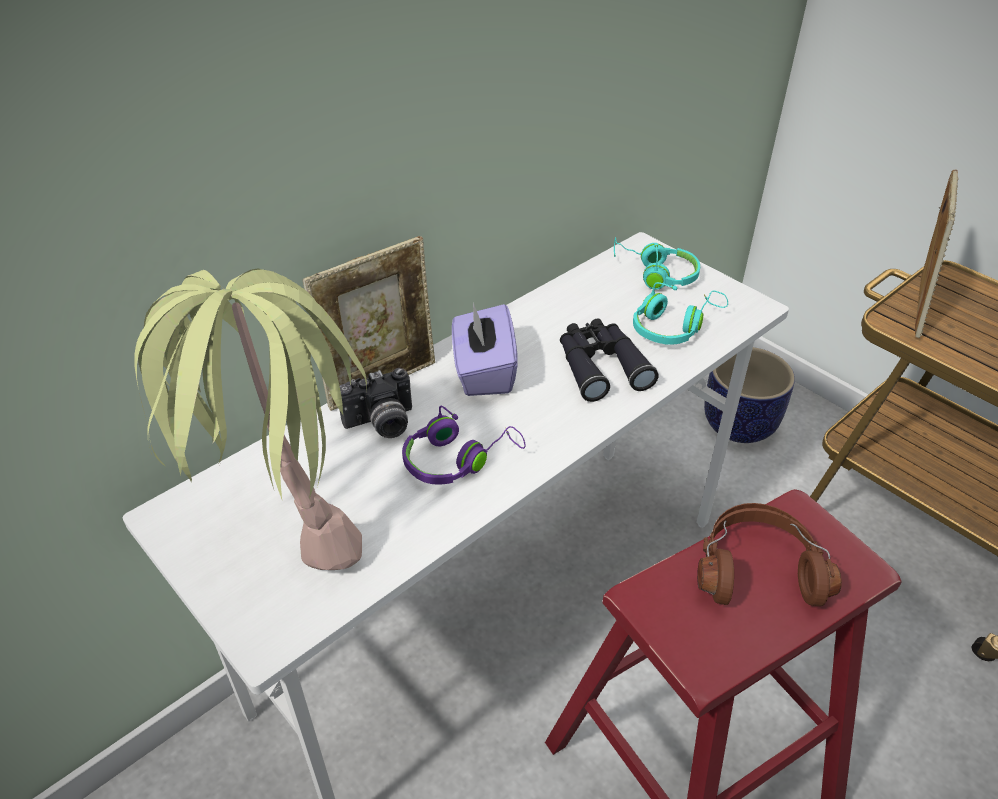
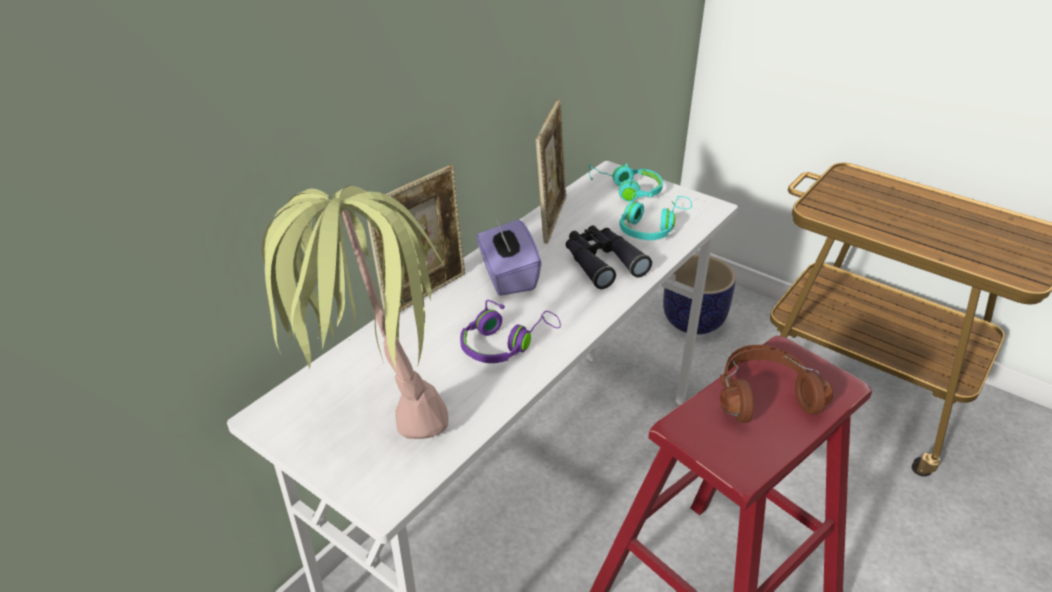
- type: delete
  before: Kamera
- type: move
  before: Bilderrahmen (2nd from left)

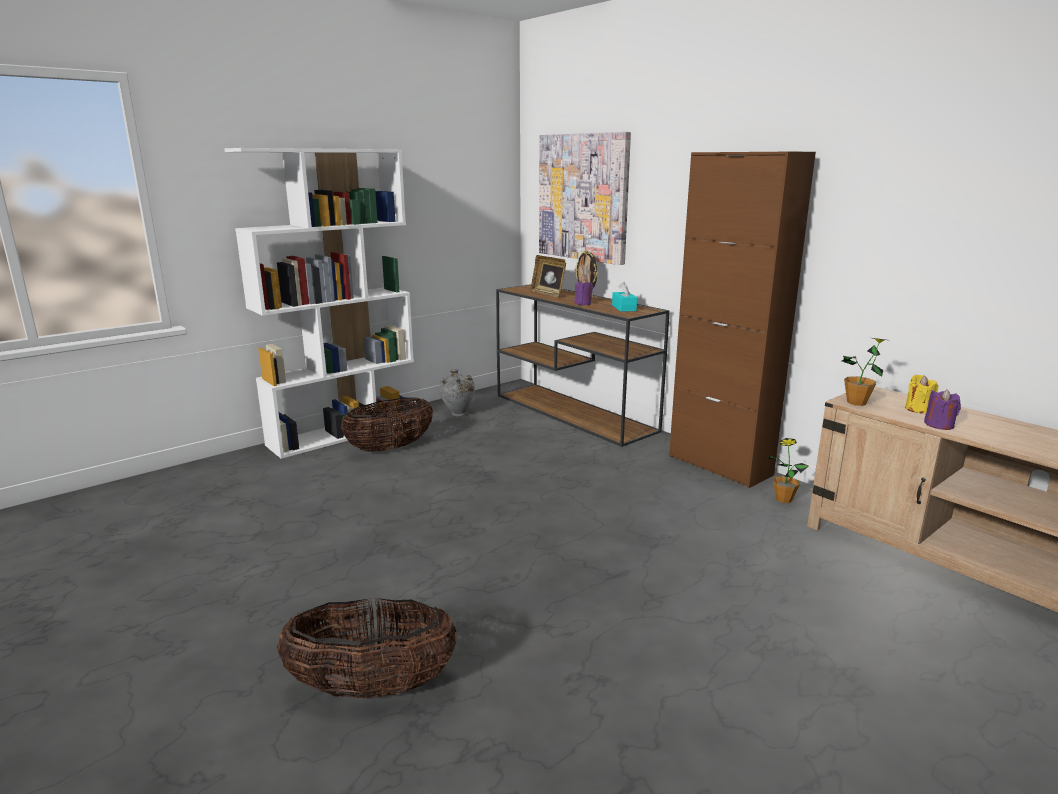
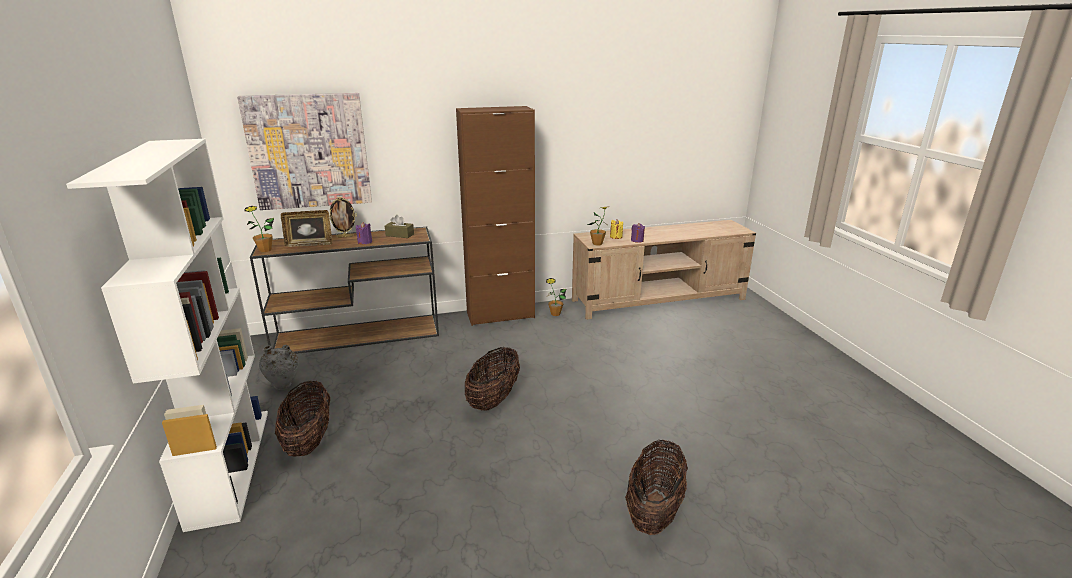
- type: insert
  after: Topfpflanze (1st from left)
- type: insert
  after: Korb (2nd from left)
- type: recolor
  before: Taschentuchbox [türkis]
  after: Taschentuchbox [braun]

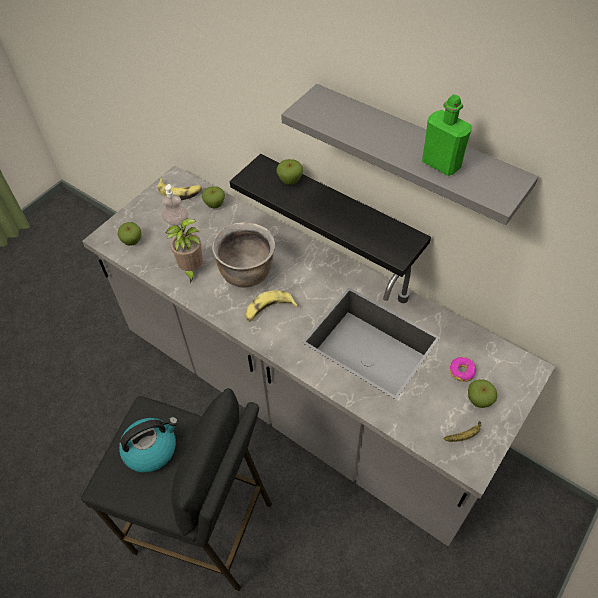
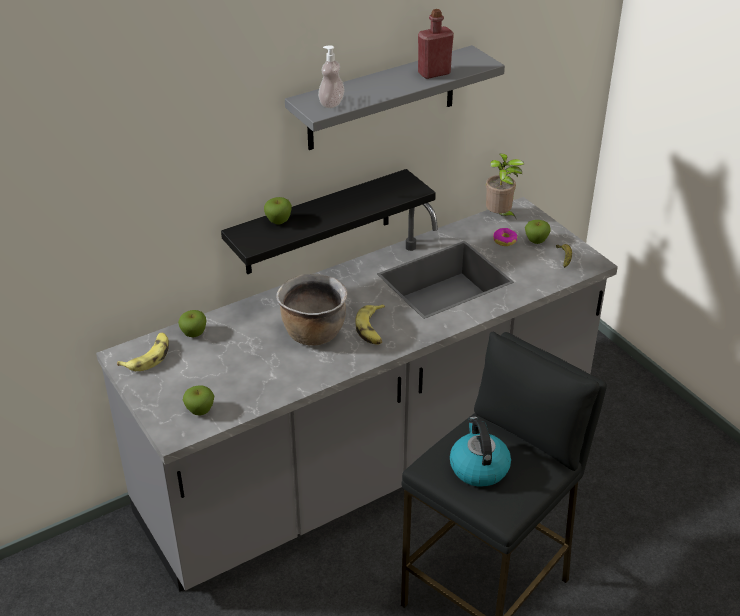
- type: move
  before: Seifenspender
- type: move
  before: Topfpflanze
- type: recolor
  before: Flasche [grün]
  after: Flasche [rot]

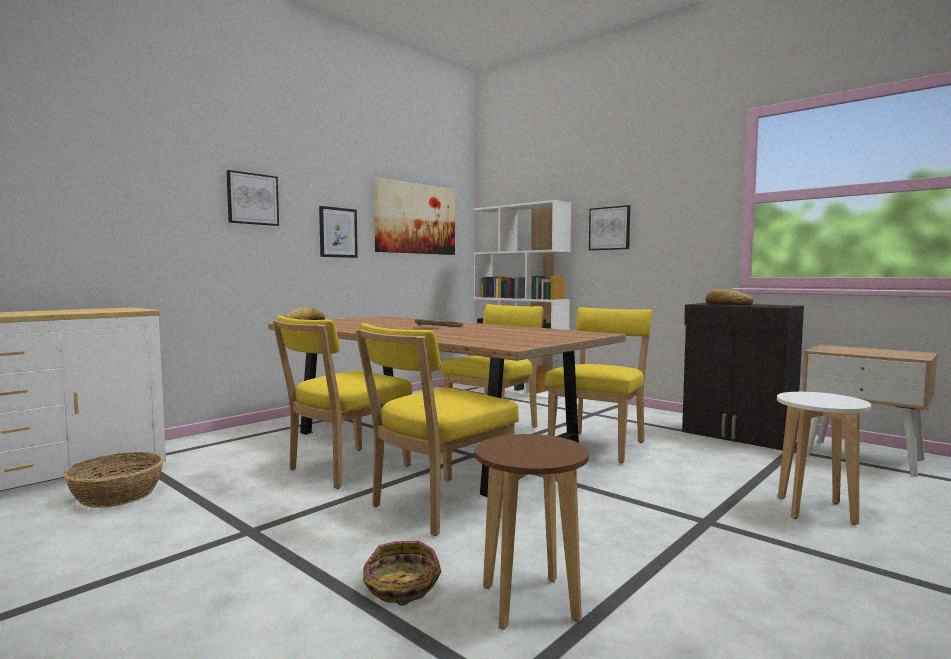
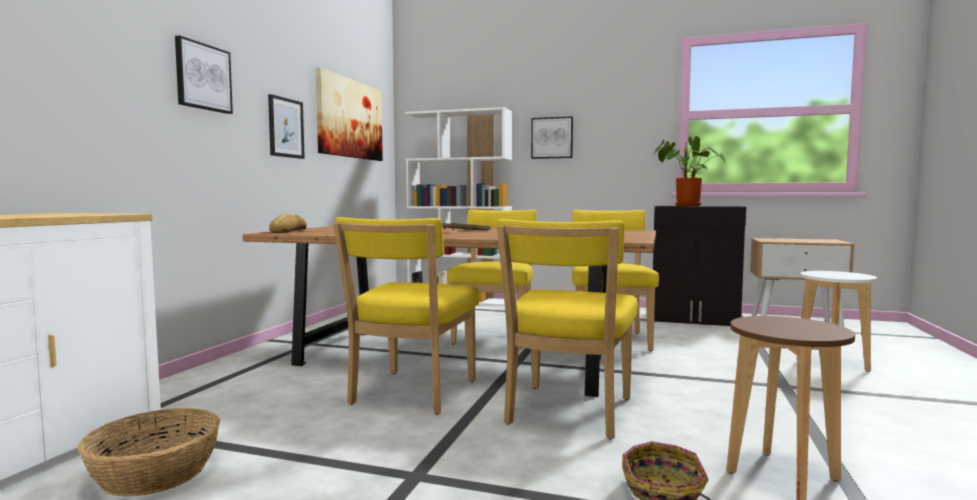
- type: replace
  before: Brot (2nd from left)
  after: Topfpflanze

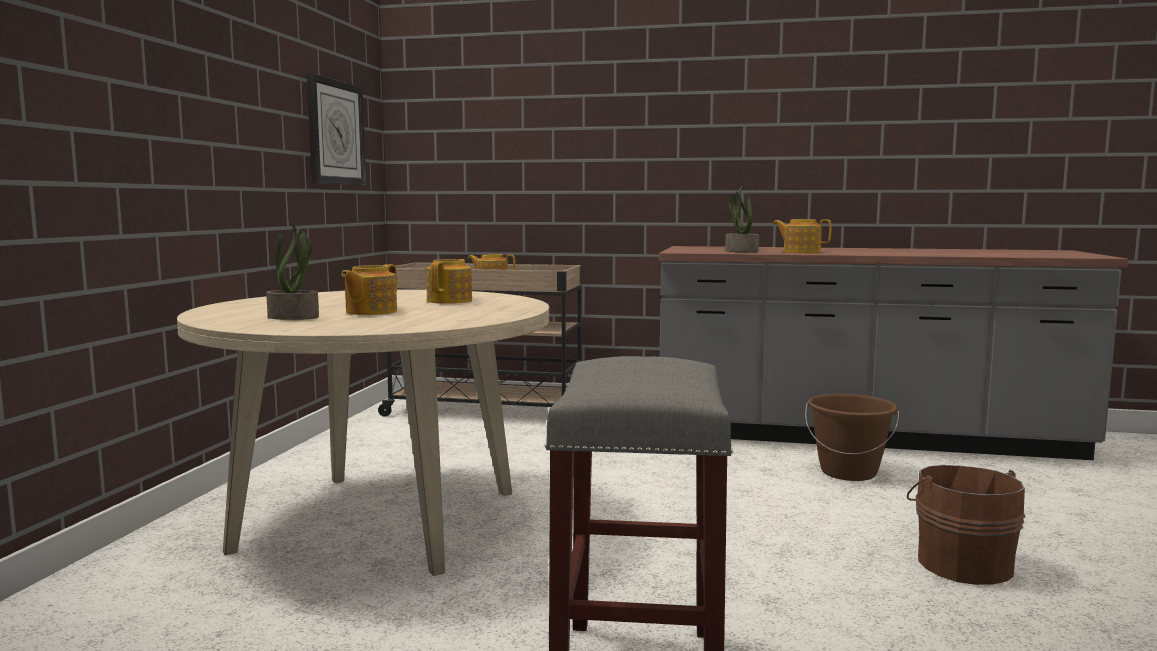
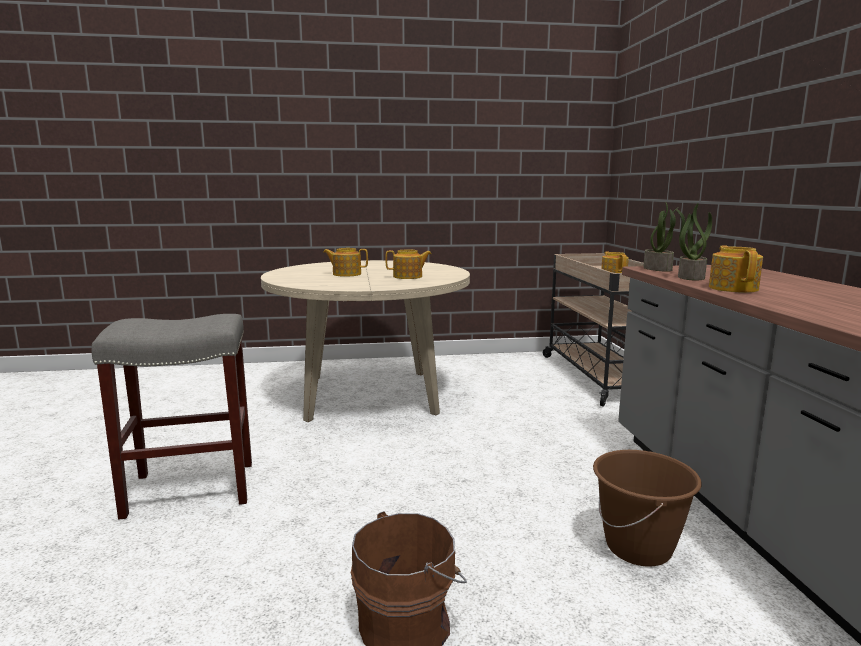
- type: delete
  before: Wanduhr
- type: move
  before: Topfpflanze (1st from left)

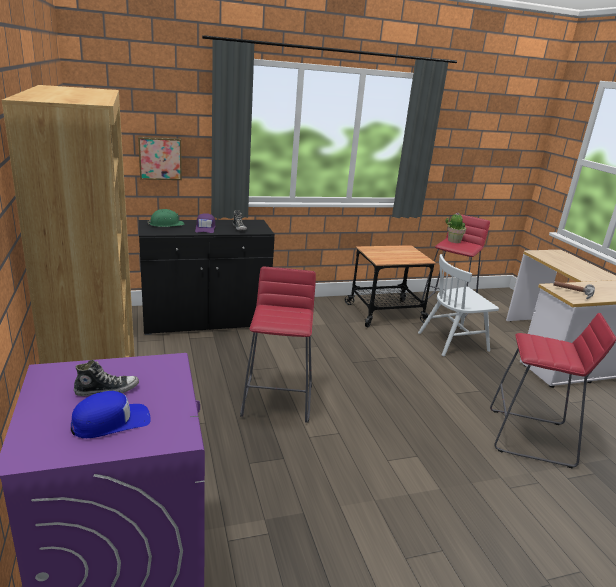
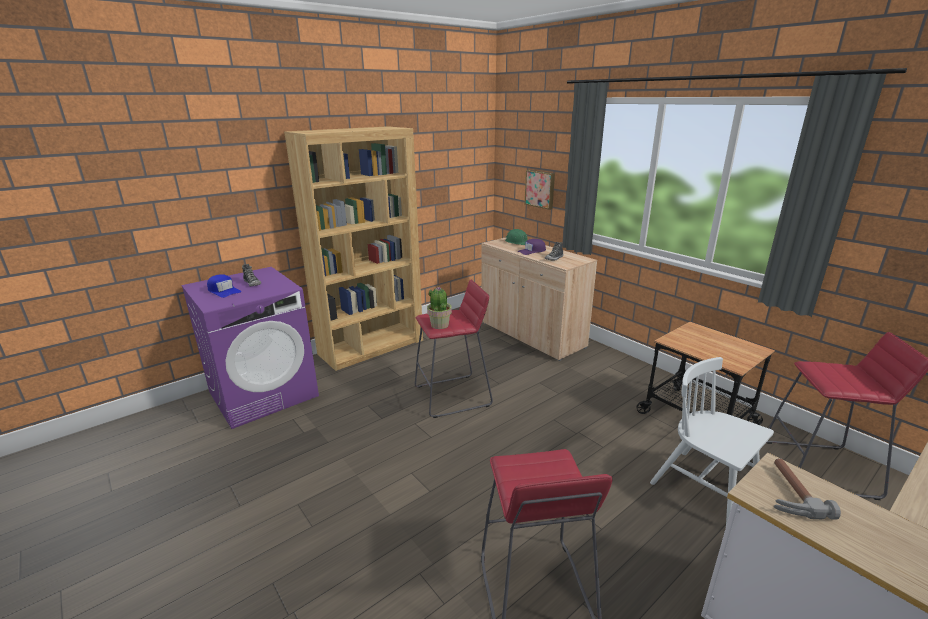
- type: move
  before: Topfpflanze
- type: recolor
  before: Schrank [schwarz]
  after: Schrank [beige]

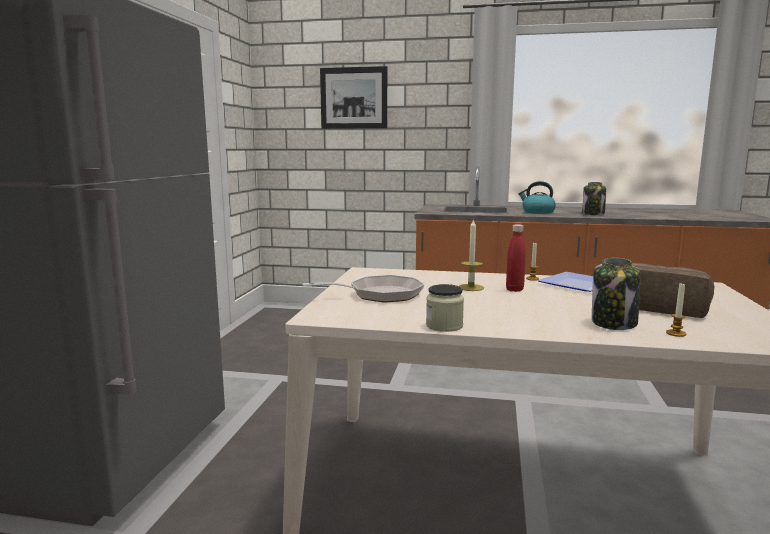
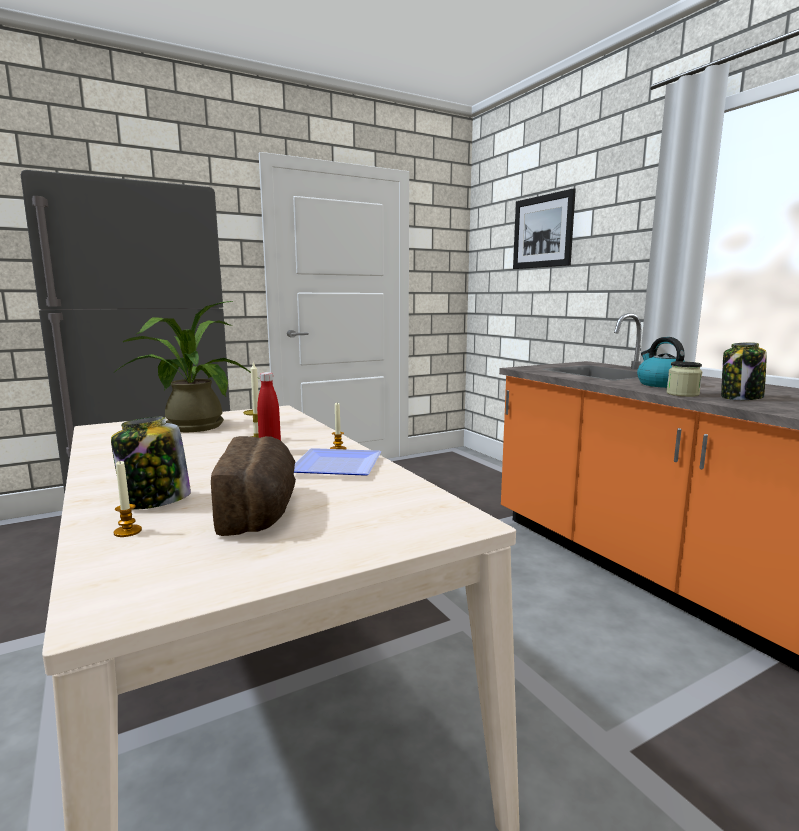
- type: move
  before: Vorratsglas (1st from left in the first image)
  after: Vorratsglas (2nd from left)
- type: replace
  before: Pfanne
  after: Topfpflanze

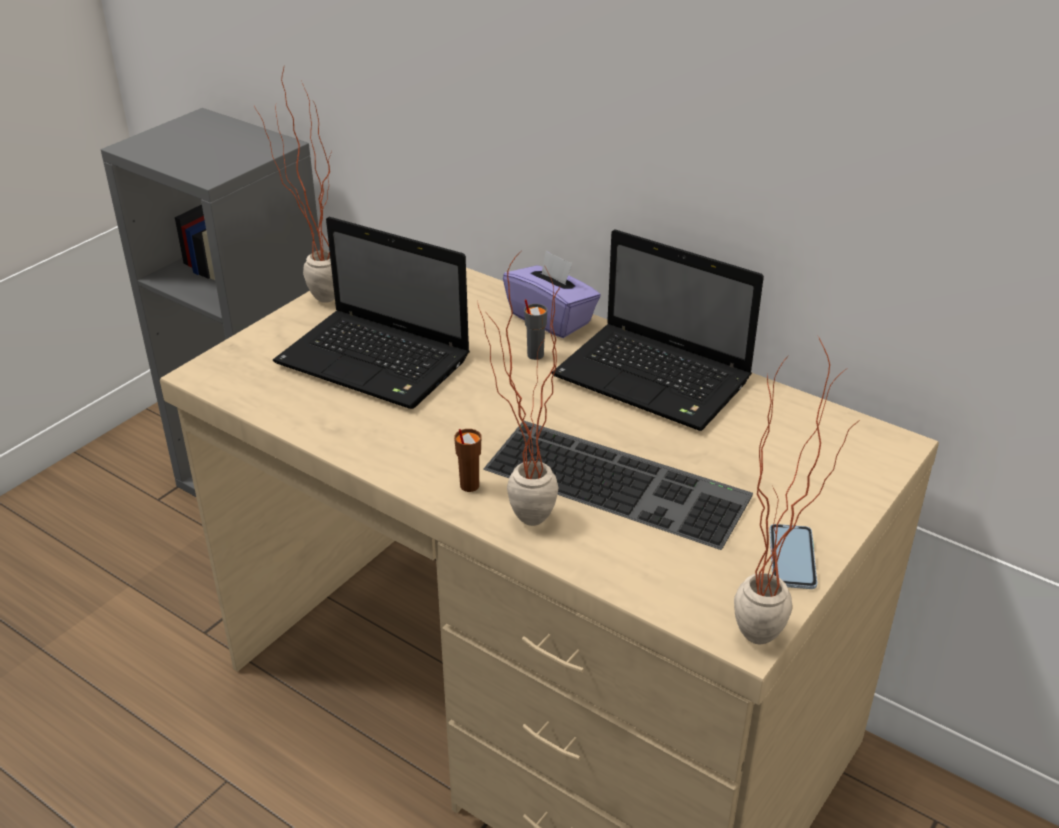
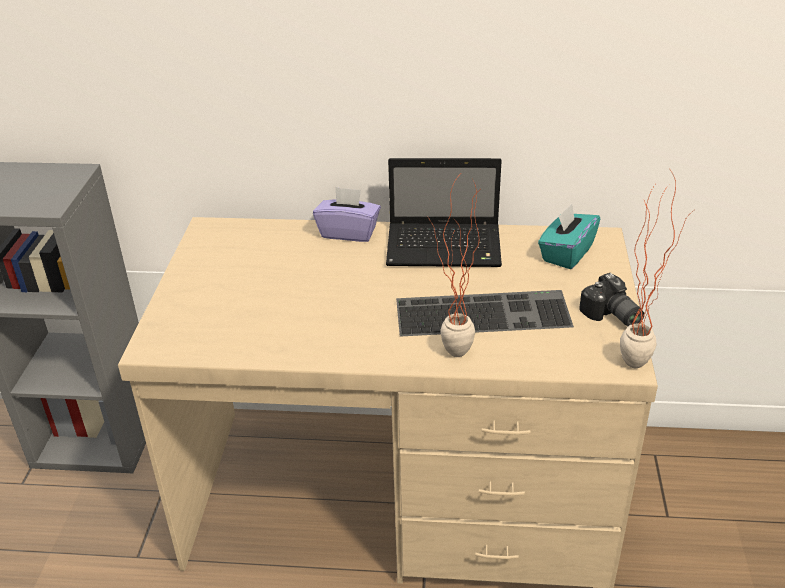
- type: delete
  before: Topfpflanze (1st from left)
- type: delete
  before: Laptop (1st from left)
- type: delete
  before: Tasse [braun]
- type: delete
  before: Tasse [grau]
- type: insert
  after: Taschentuchbox [türkis]
- type: replace
  before: Handy
  after: Kamera

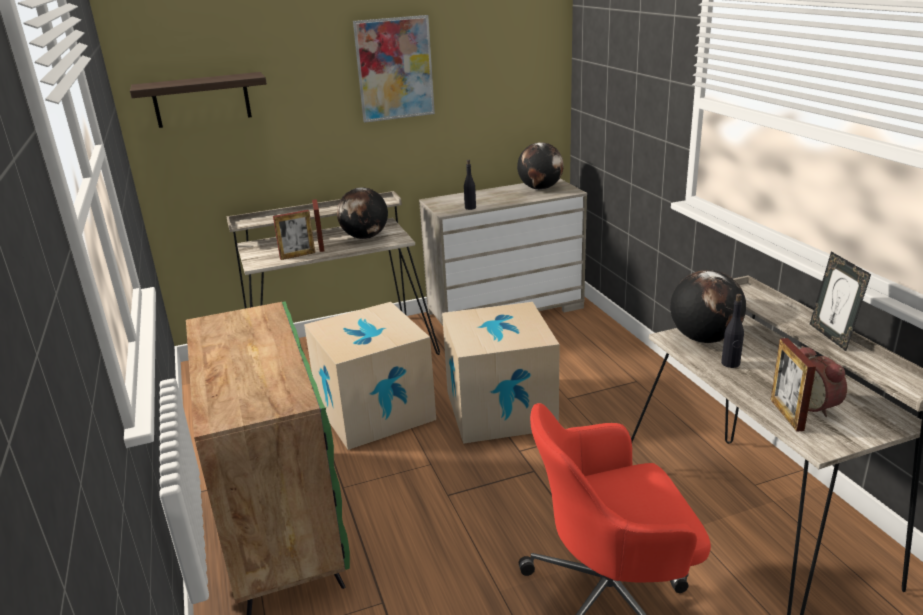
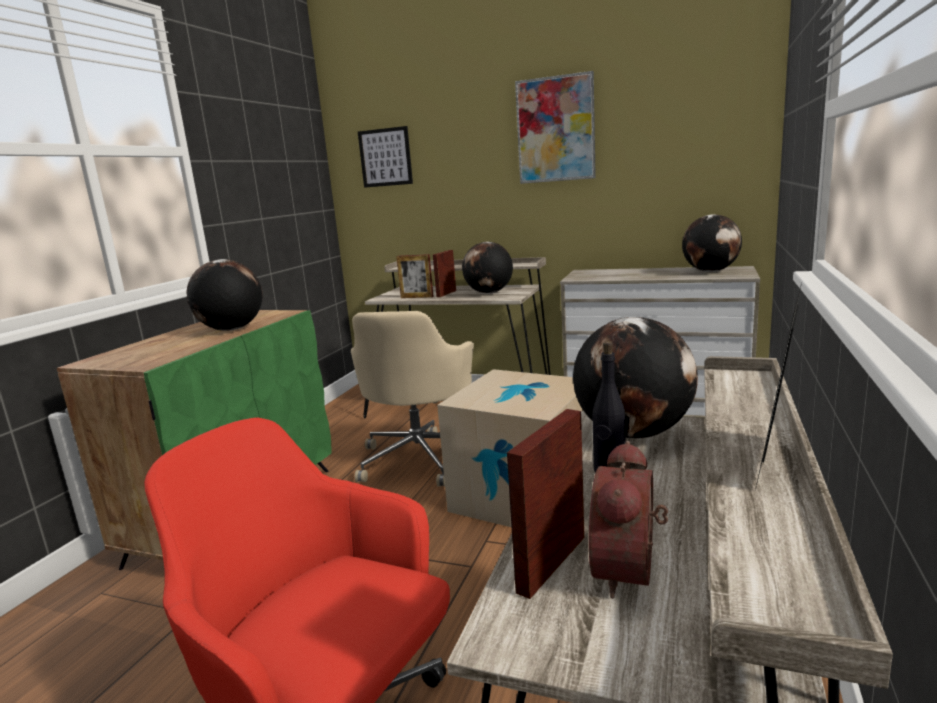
- type: delete
  before: Flasche [schwarz] (1st from left)
- type: insert
  after: Globus (1st from left)
- type: replace
  before: Wandregal
  after: Bild (1st from left)
- type: replace
  before: Karton (1st from left)
  after: Bürostuhl [beige]

